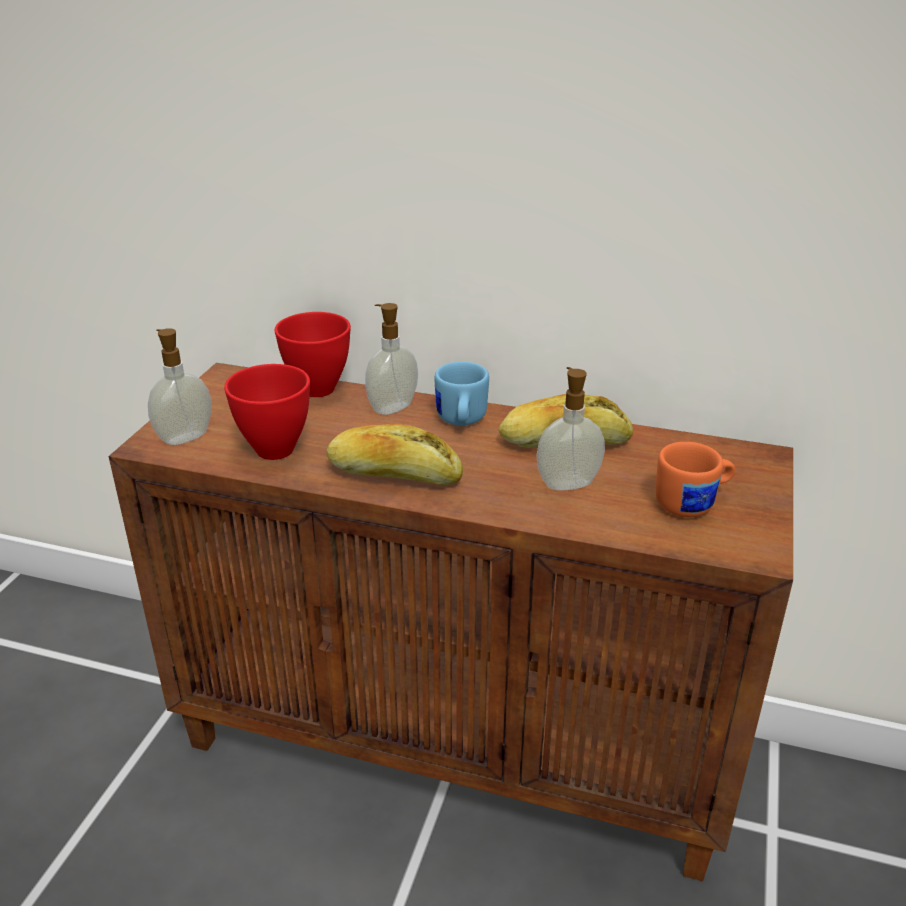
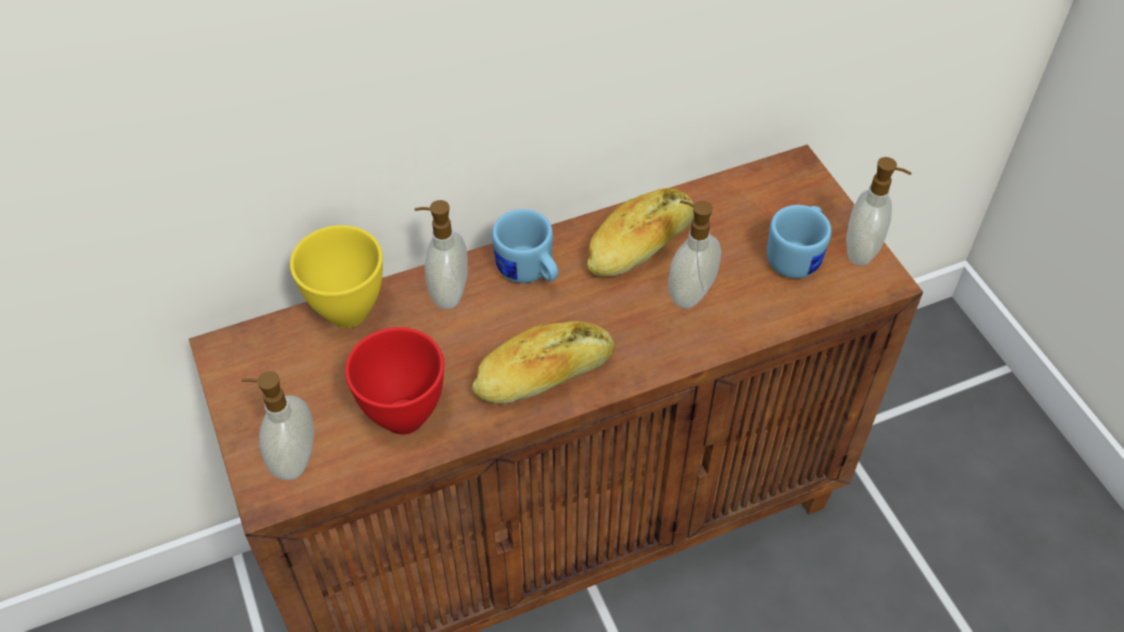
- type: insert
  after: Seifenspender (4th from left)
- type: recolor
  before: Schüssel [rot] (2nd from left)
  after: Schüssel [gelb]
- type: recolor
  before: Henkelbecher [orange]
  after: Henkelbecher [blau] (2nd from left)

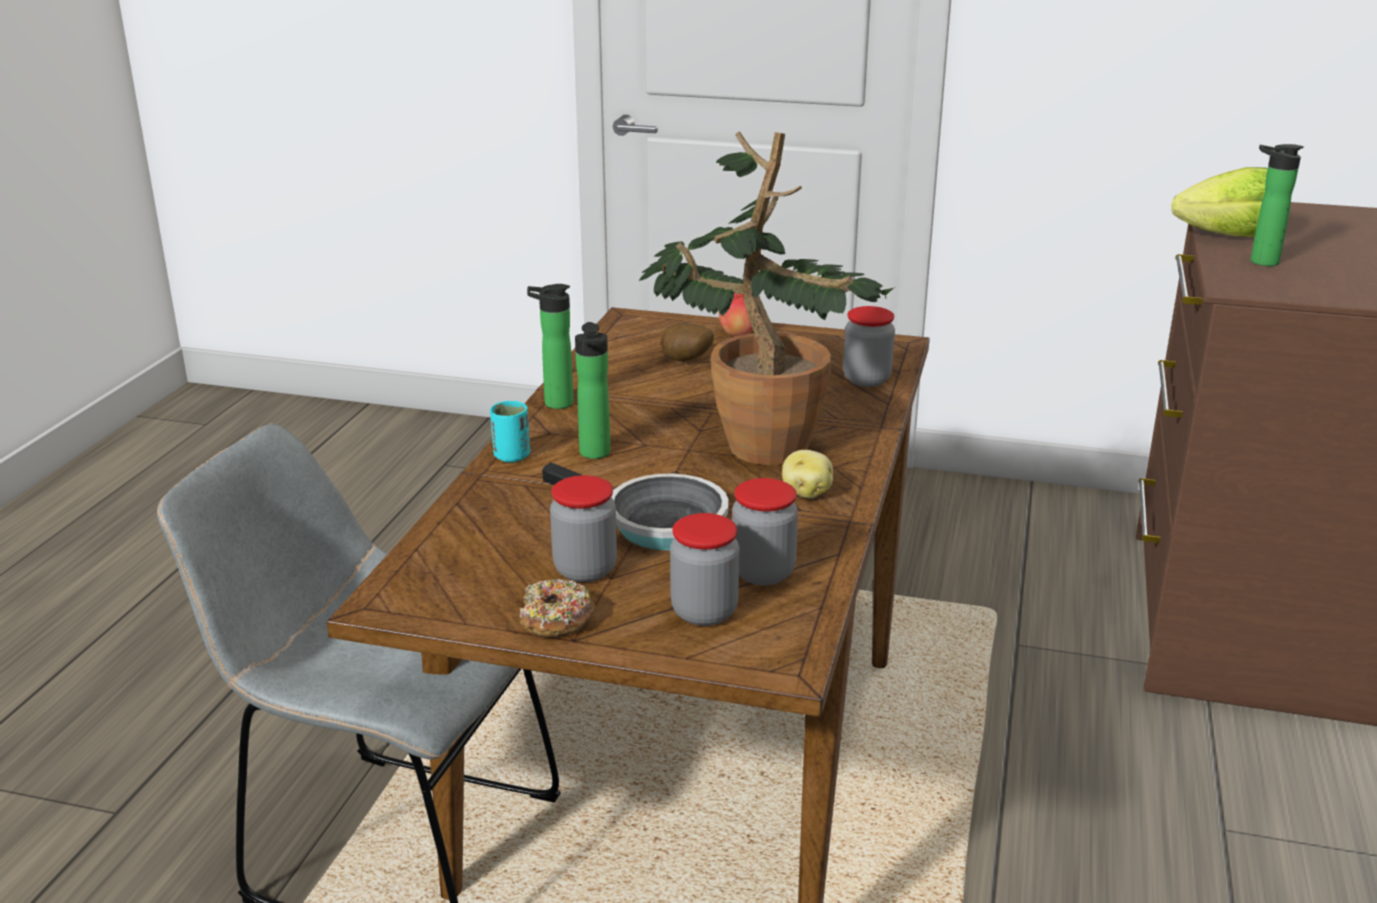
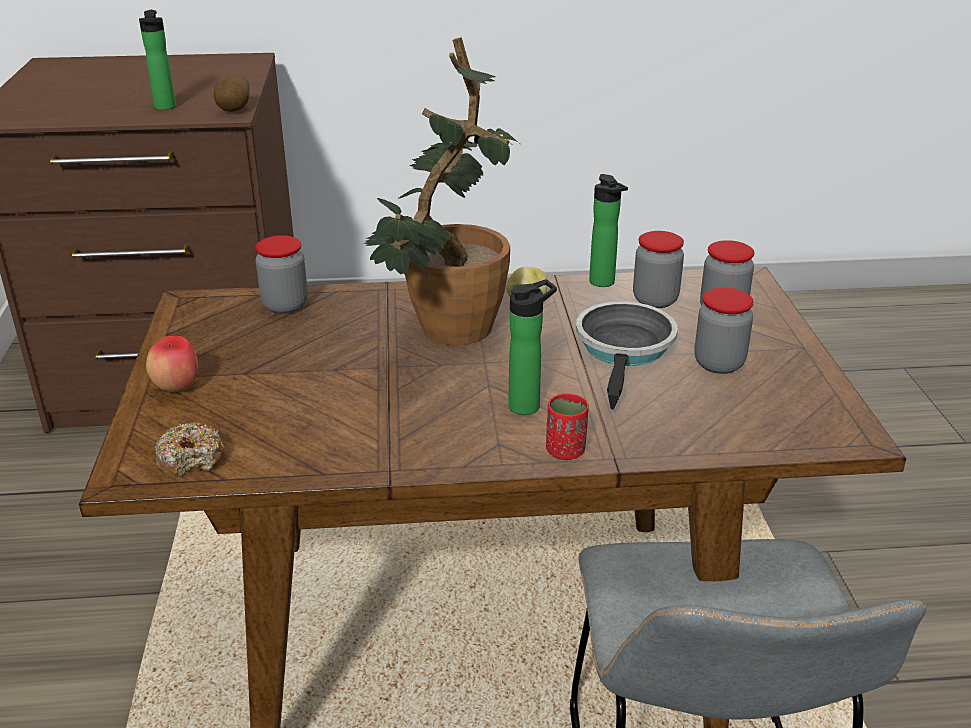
- type: delete
  before: Salatkopf
- type: move
  before: Donut
- type: move
  before: Flasche (1st from left in the first image)
  after: Flasche (3rd from left)
- type: move
  before: Kartoffel (1st from left)
- type: recolor
  before: Tasse [türkis]
  after: Tasse [rot]

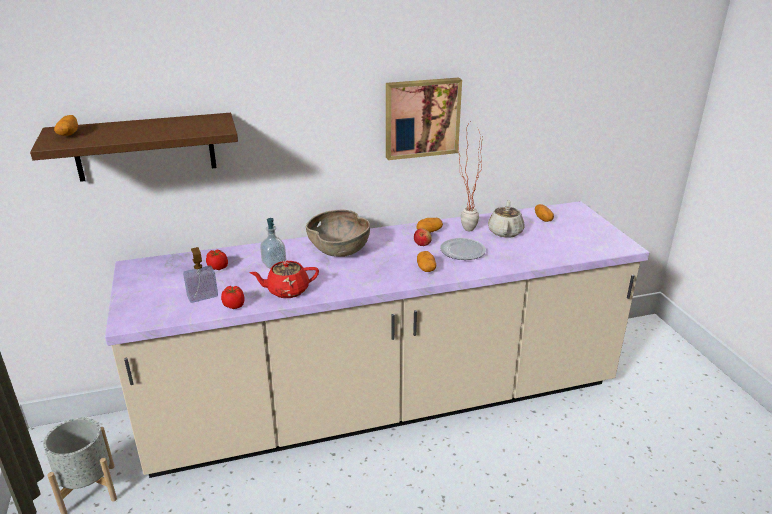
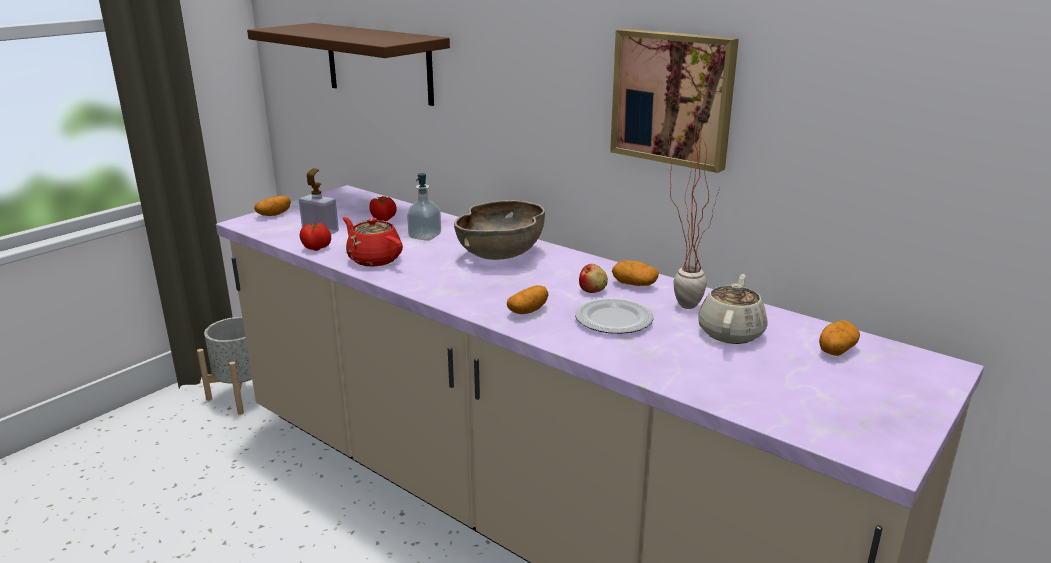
- type: move
  before: Kartoffel (1st from left)
- type: rotate
  before: Teekanne [beige]
  turn: -45

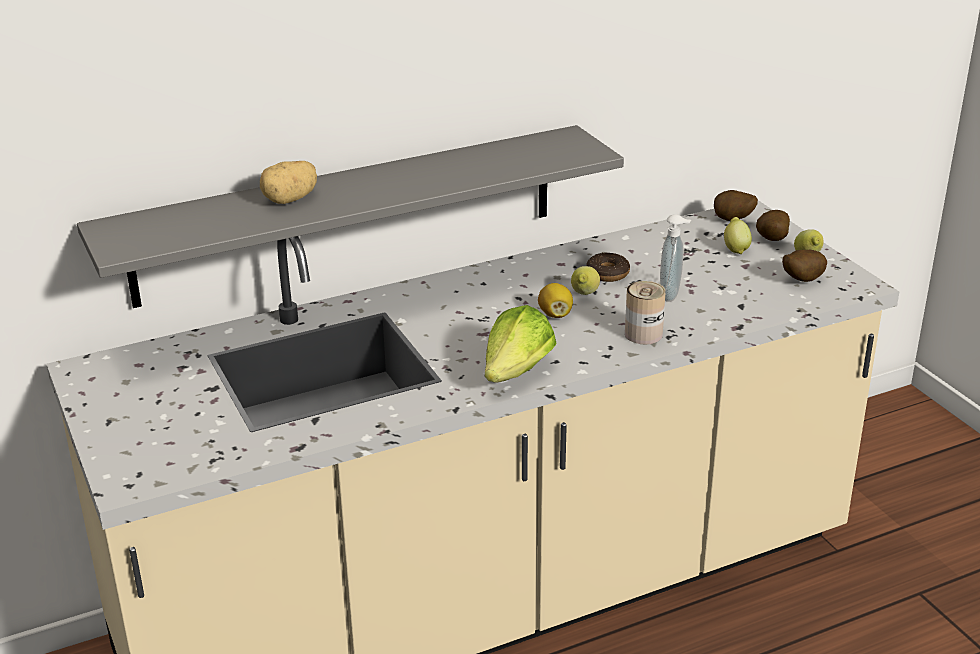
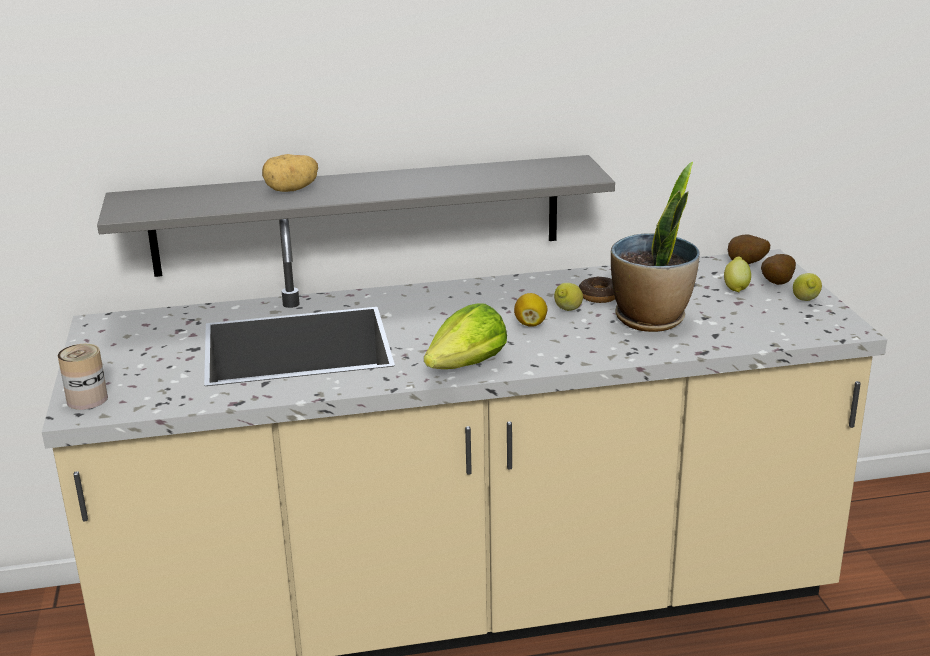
- type: delete
  before: Kartoffel (4th from left)
- type: move
  before: Dose
- type: replace
  before: Seifenspender
  after: Topfpflanze

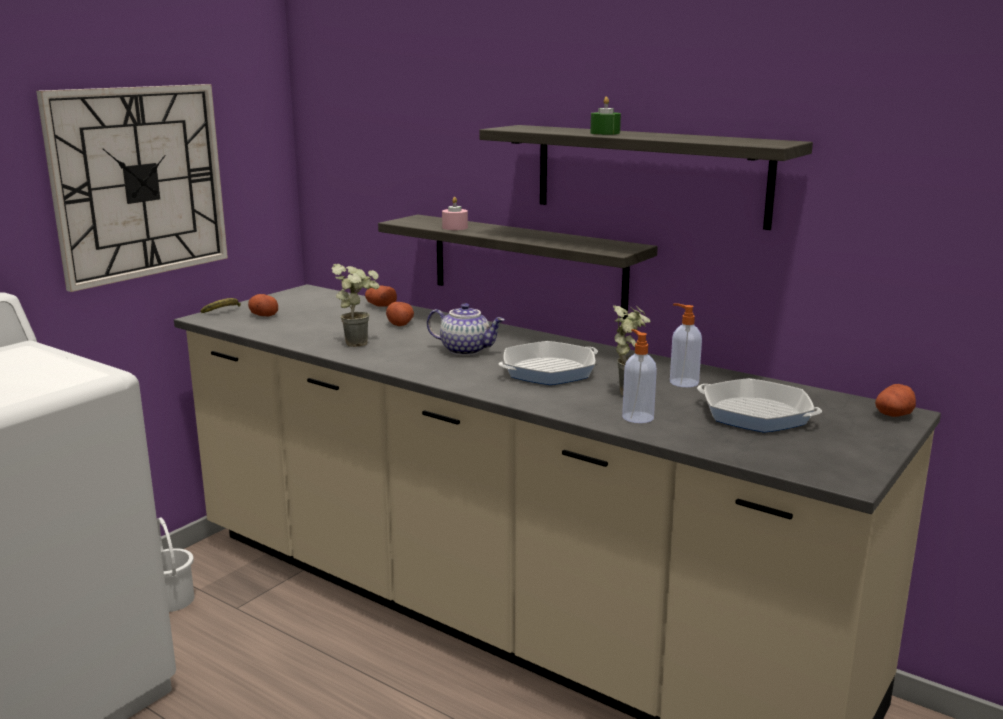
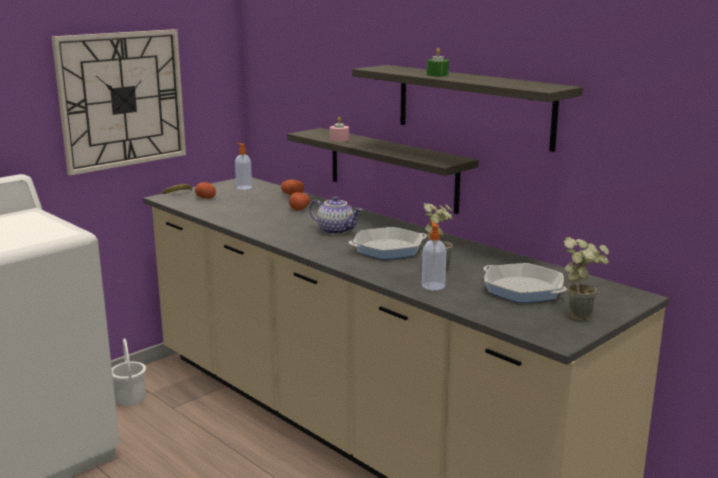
- type: delete
  before: Kartoffel (4th from left)
- type: move
  before: Topfpflanze (1st from left in the first image)
  after: Topfpflanze (2nd from left)
- type: move
  before: Seifenspender (2nd from left in the first image)
  after: Seifenspender (1st from left)

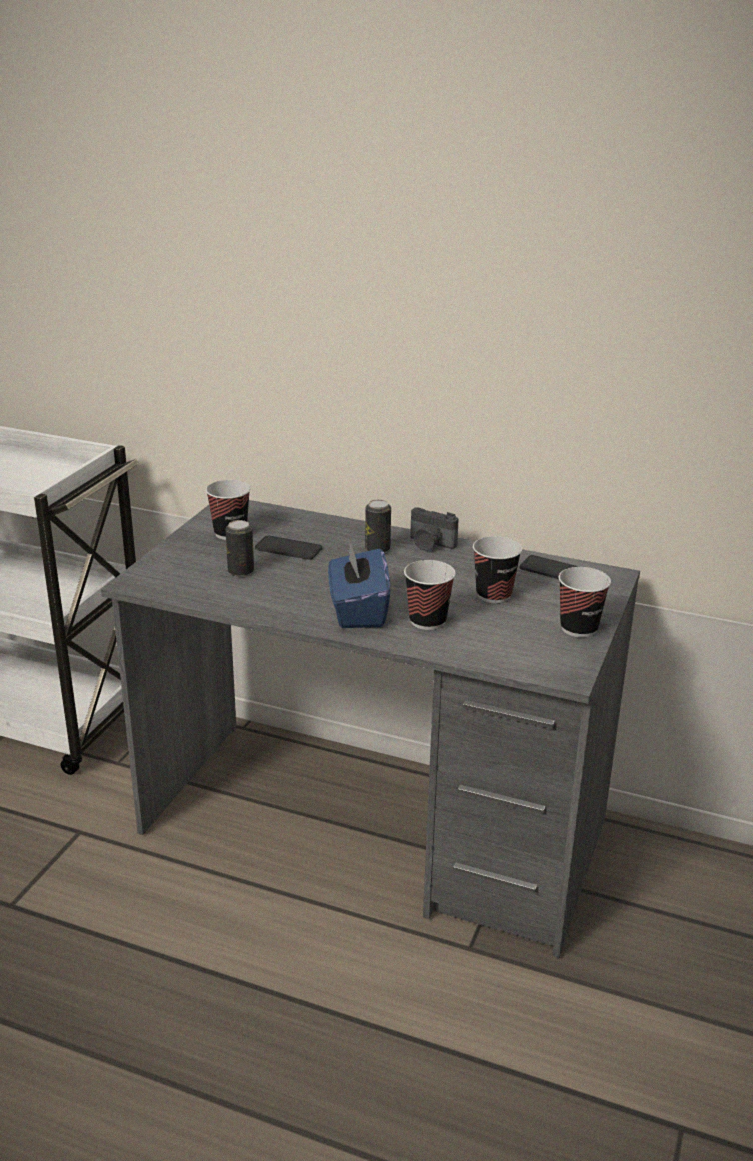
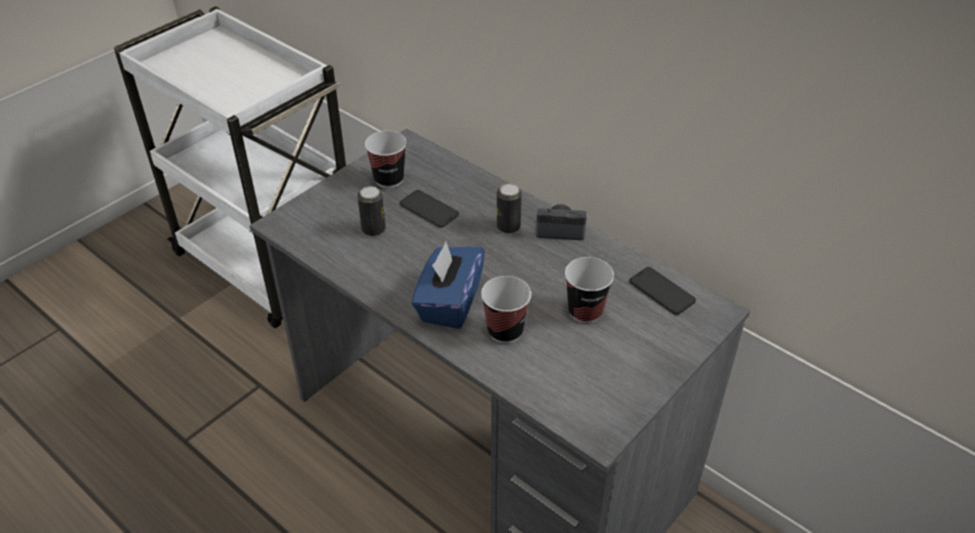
- type: delete
  before: Tasse (4th from left)
- type: rotate
  before: Kamera
  turn: 135

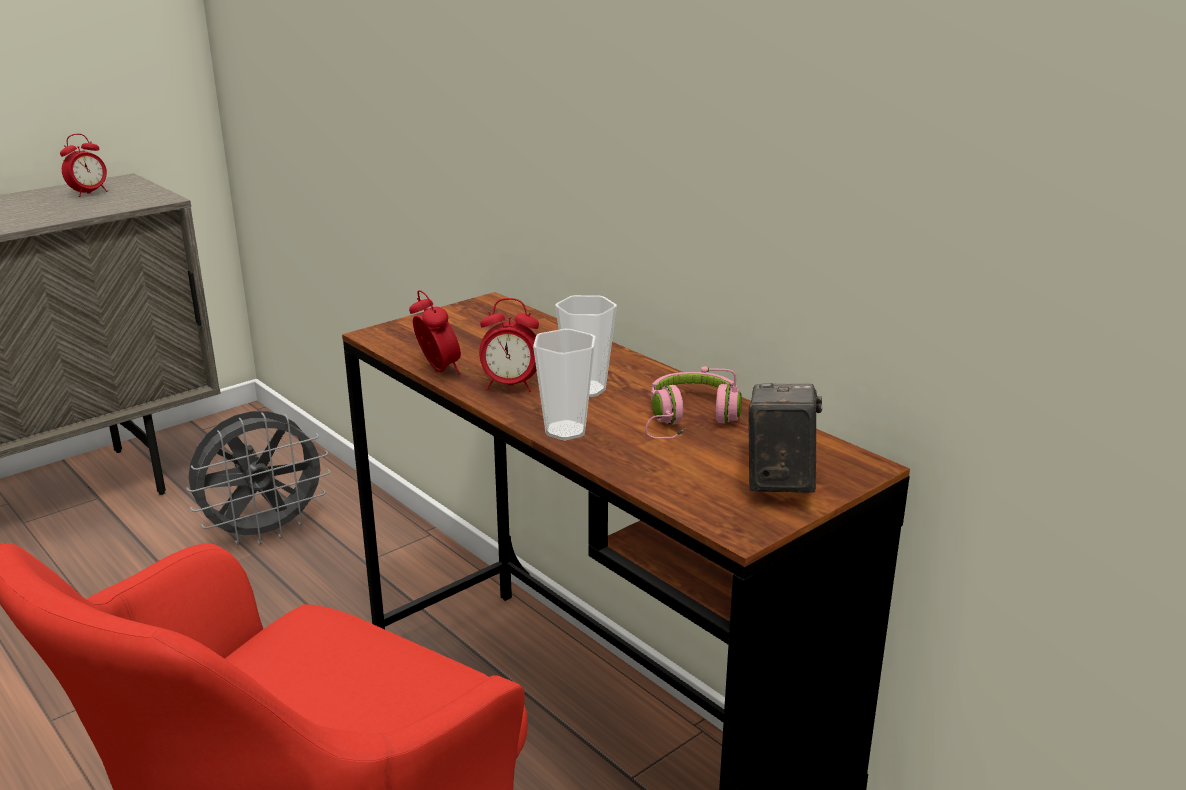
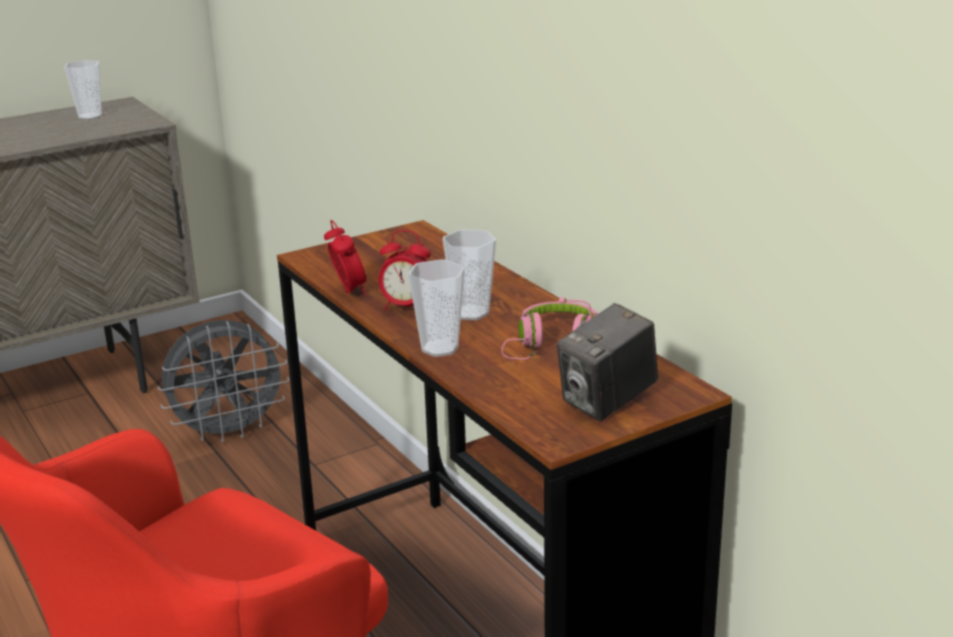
- type: replace
  before: Wecker (1st from left)
  after: Tasse (1st from left)
- type: rotate
  before: Kamera
  turn: -150

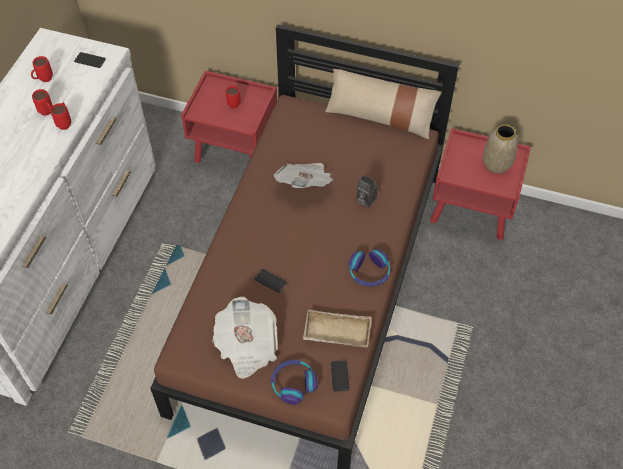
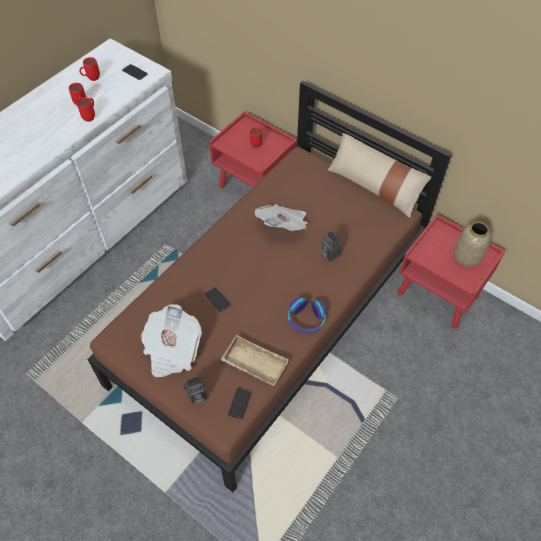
- type: replace
  before: Kopfhörer (1st from left)
  after: Kamera (1st from left)

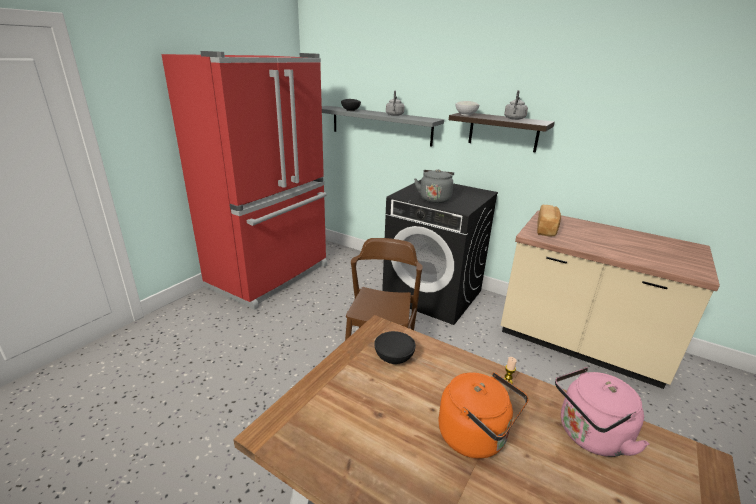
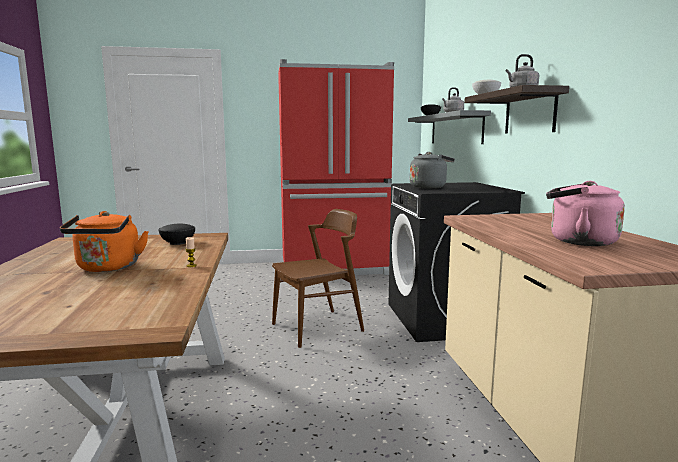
- type: delete
  before: Brot
- type: move
  before: Wasserkessel [rosa]

